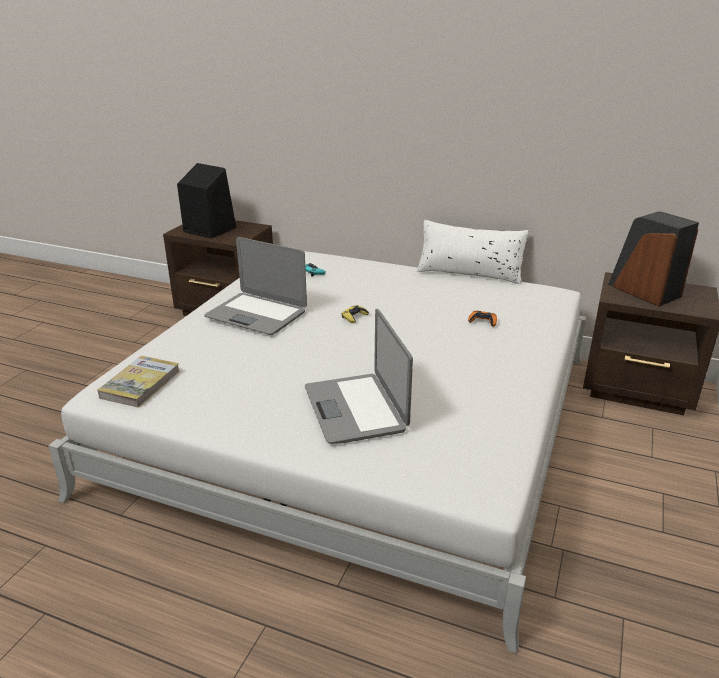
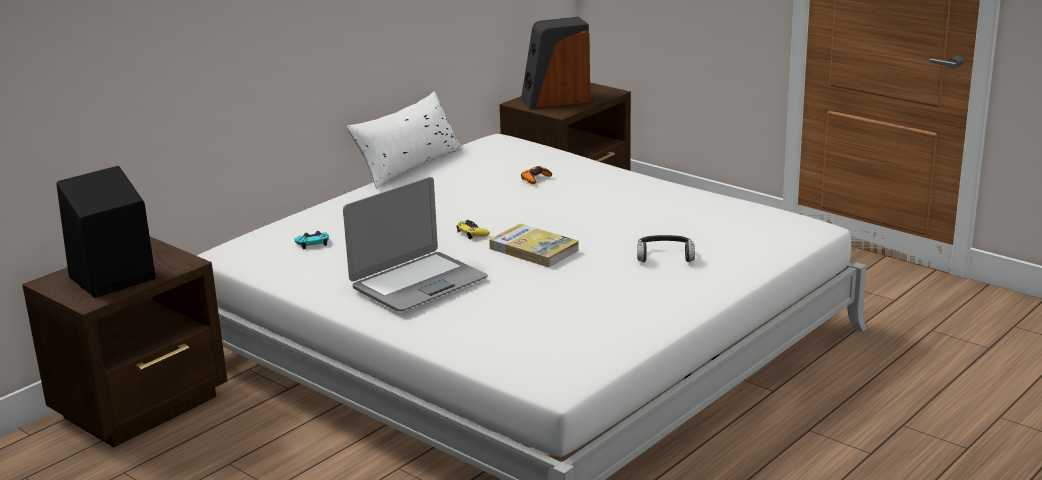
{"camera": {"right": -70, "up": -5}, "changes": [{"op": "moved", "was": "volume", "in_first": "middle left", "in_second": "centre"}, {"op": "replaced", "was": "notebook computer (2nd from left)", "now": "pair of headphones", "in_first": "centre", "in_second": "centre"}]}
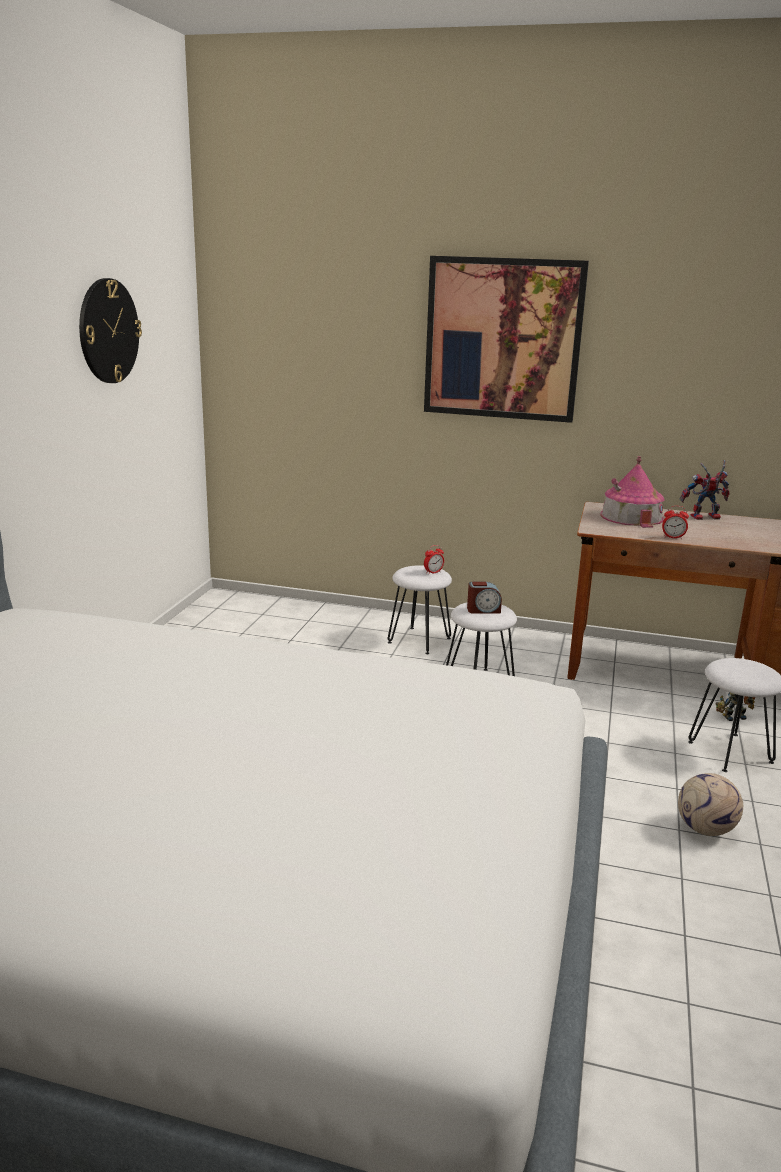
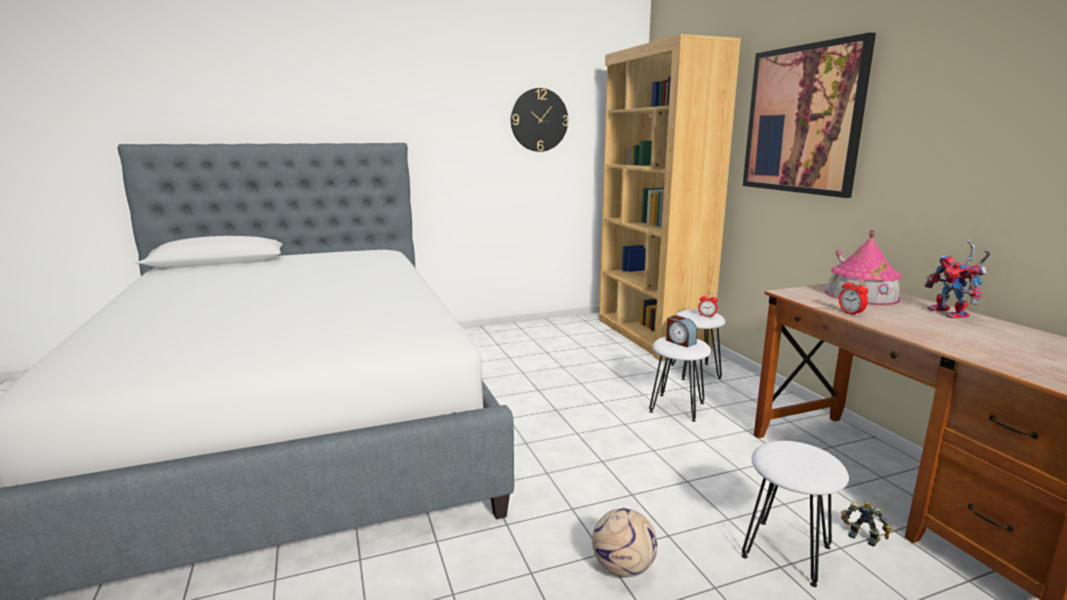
{"camera": {"right": 55, "up": -5}, "changes": [{"op": "added", "now": "brown bookcase", "in_second": "top centre"}, {"op": "turned", "was": "robot figure (1st from left in the first image)", "in_first": "middle right", "in_second": "middle right", "clockwise": -150}]}
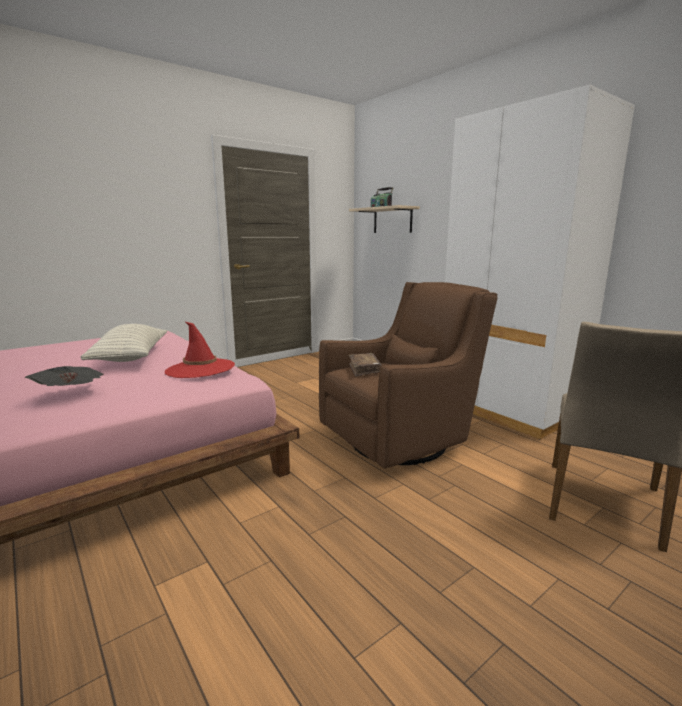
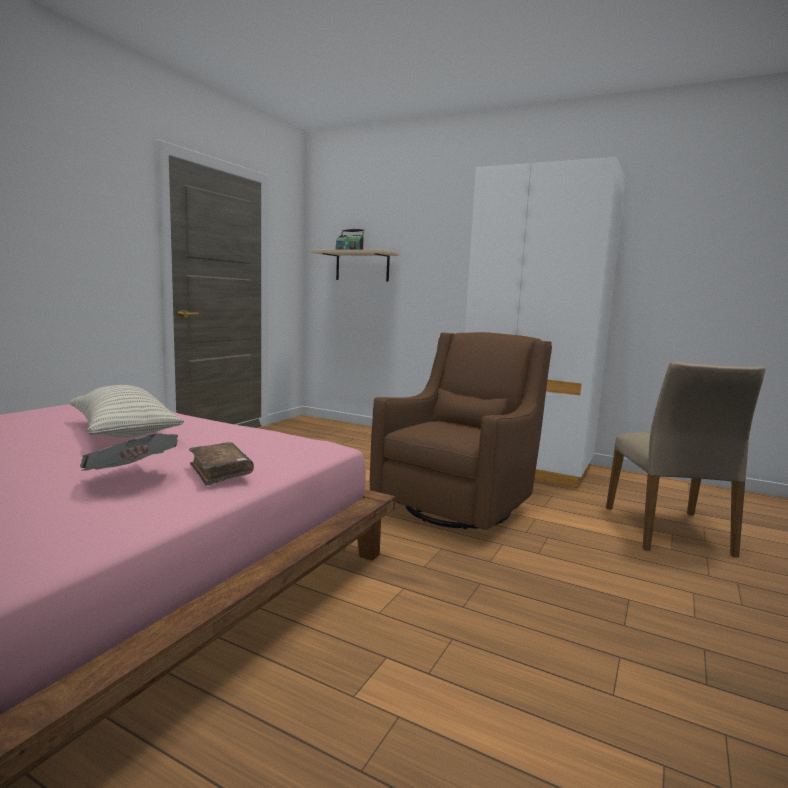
{"camera": {"right": -25, "up": -5}, "changes": [{"op": "removed", "was": "reddish wearable hat", "in_first": "middle left"}, {"op": "moved", "was": "brown volume", "in_first": "centre", "in_second": "middle left"}]}
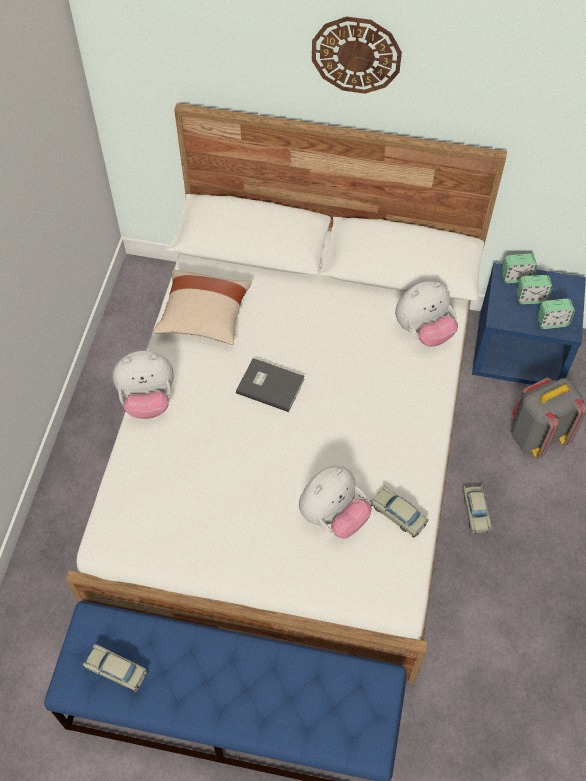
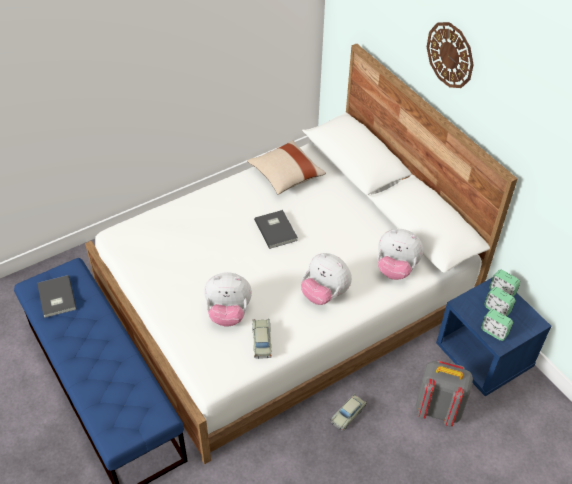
{"camera": {"right": 45, "up": -10}, "changes": [{"op": "moved", "was": "soft toy (1st from left in the first image)", "now": "soft toy (2nd from left)", "in_first": "middle left", "in_second": "centre"}, {"op": "replaced", "was": "sand-coloured model car (1st from left)", "now": "greyish volume (1st from left)", "in_first": "bottom left", "in_second": "middle left"}]}
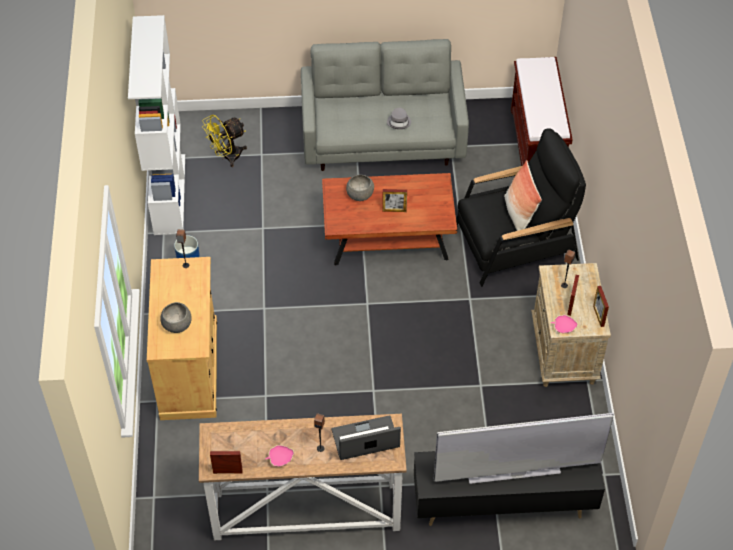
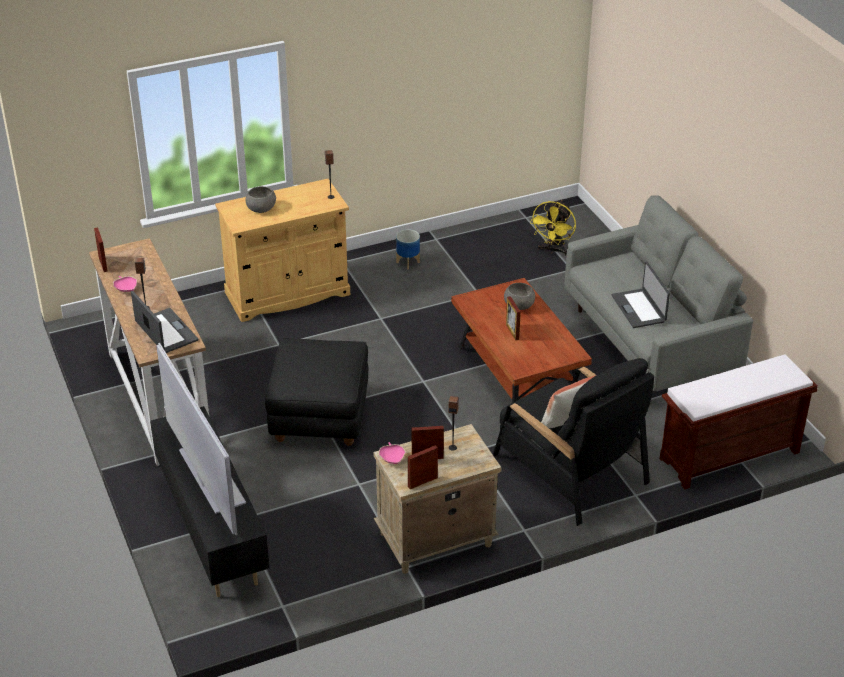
{"camera": {"right": 70, "up": -15}, "changes": [{"op": "removed", "was": "white bookcase", "in_first": "top left"}, {"op": "added", "now": "blackish ottoman", "in_second": "centre"}, {"op": "replaced", "was": "greyish wearable hat", "now": "notebook computer (2nd from left)", "in_first": "top centre", "in_second": "middle right"}, {"op": "turned", "was": "yellow cooling fan", "in_first": "top left", "in_second": "centre", "clockwise": -105}]}
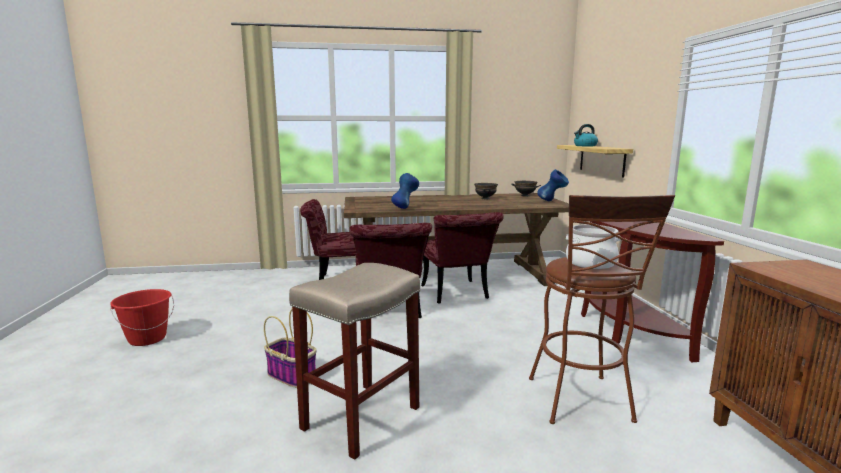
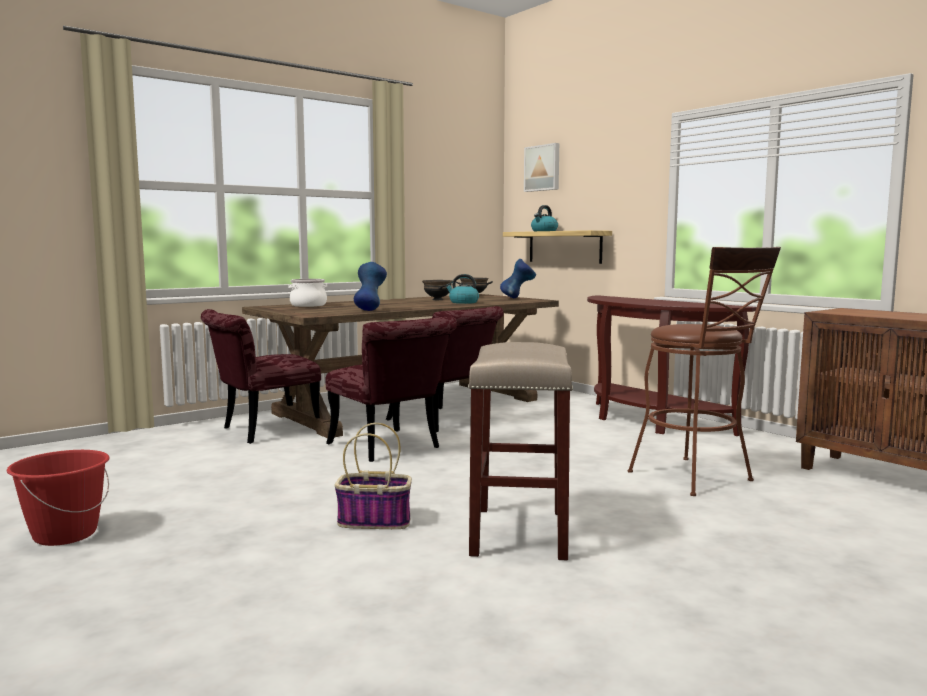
{"camera": {"right": -30, "up": -5}, "changes": [{"op": "added", "now": "tea kettle (1st from left)", "in_second": "centre"}, {"op": "added", "now": "picture", "in_second": "top centre"}, {"op": "moved", "was": "stockpot", "in_first": "middle right", "in_second": "middle left"}]}
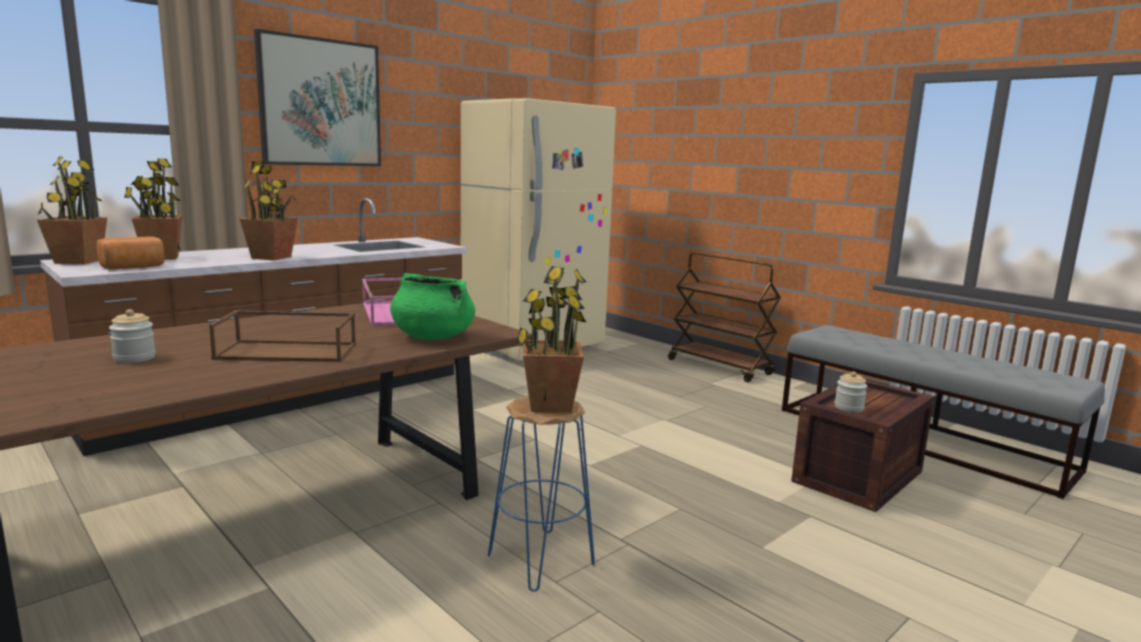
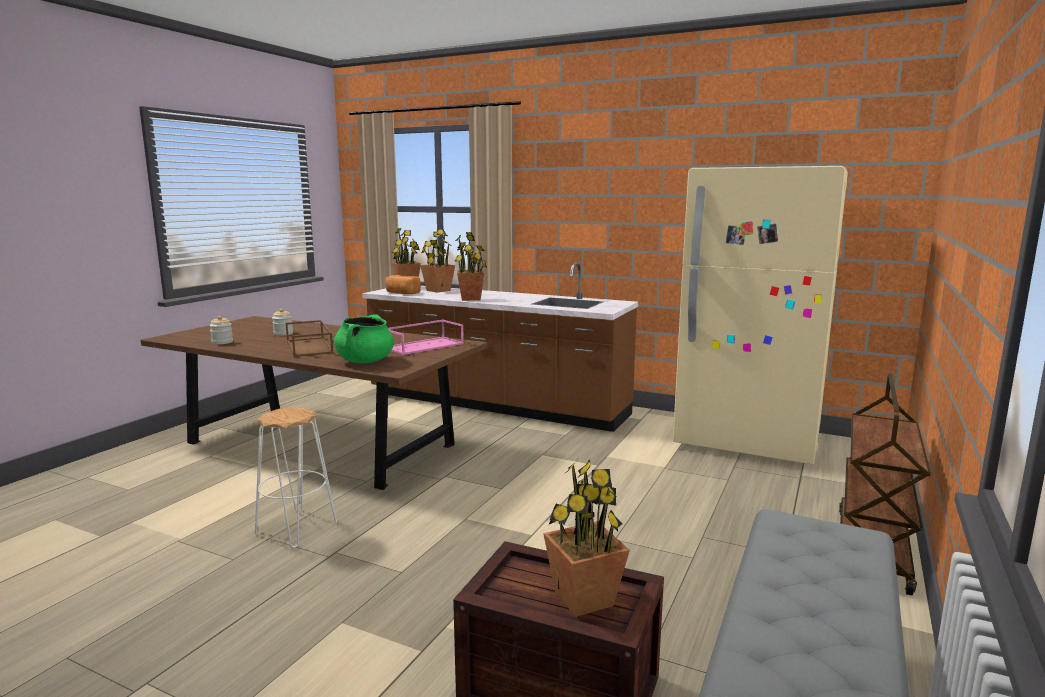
{"camera": {"right": 70, "up": 0}, "changes": [{"op": "removed", "was": "picture", "in_first": "top left"}, {"op": "moved", "was": "potted plant (4th from left)", "in_first": "centre", "in_second": "bottom centre"}, {"op": "moved", "was": "jar (2nd from left in the first image)", "now": "jar (1st from left)", "in_first": "middle right", "in_second": "middle left"}, {"op": "recoloured", "was": "blue stool seat", "now": "white stool seat", "in_first": "bottom centre", "in_second": "bottom left"}]}
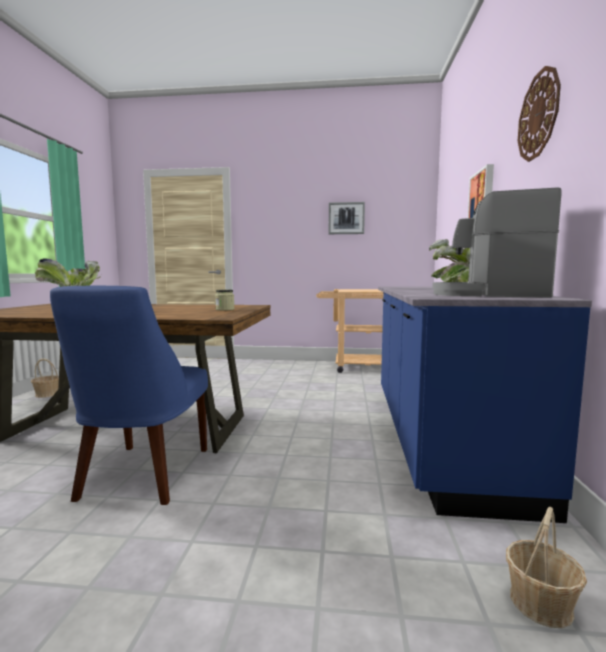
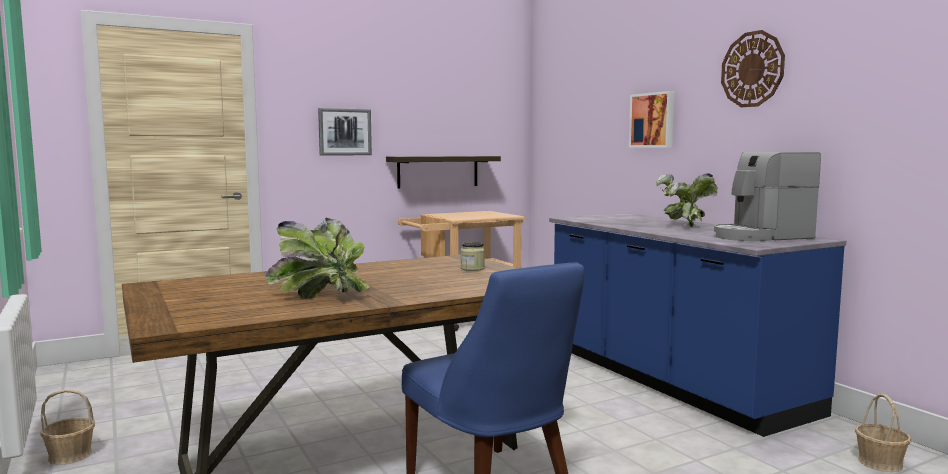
{"camera": {"right": -35, "up": 0}, "changes": [{"op": "added", "now": "wall shelf", "in_second": "centre"}, {"op": "moved", "was": "picture (1st from left)", "in_first": "centre", "in_second": "top centre"}]}
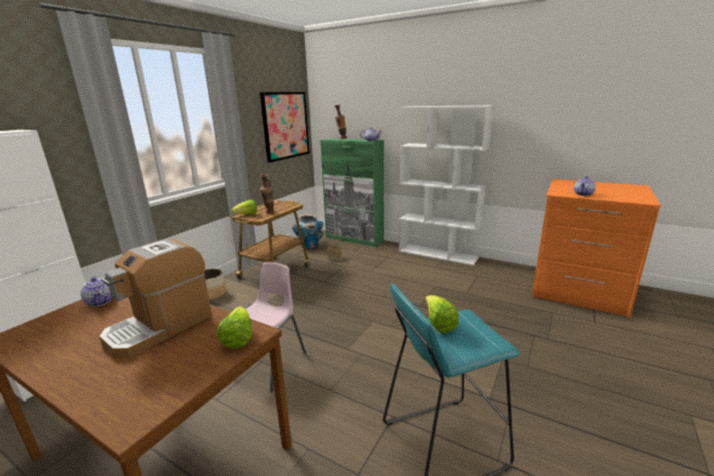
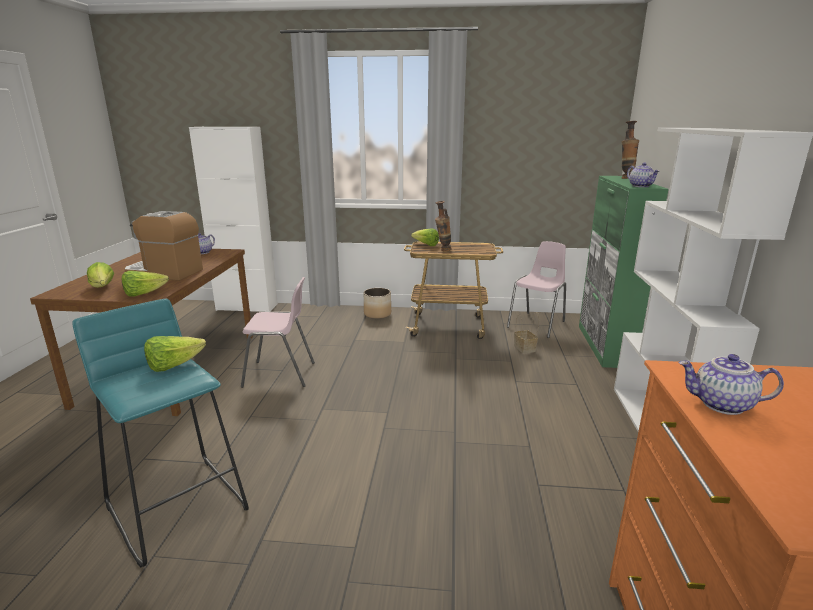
{"camera": {"right": 65, "up": 0}, "changes": [{"op": "removed", "was": "picture", "in_first": "top centre"}, {"op": "added", "now": "lettuce head (1st from left)", "in_second": "middle left"}, {"op": "replaced", "was": "flower pot (2nd from left)", "now": "pink-coloured plain chair (2nd from left)", "in_first": "centre", "in_second": "centre"}]}
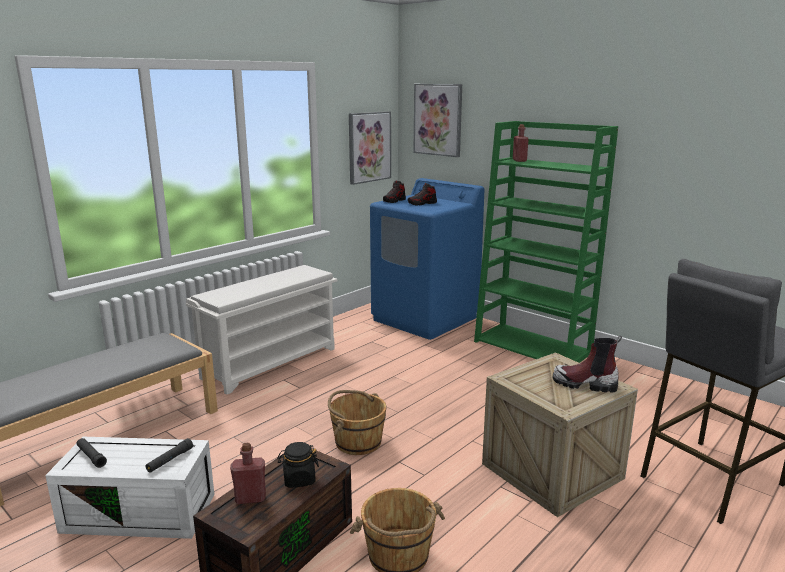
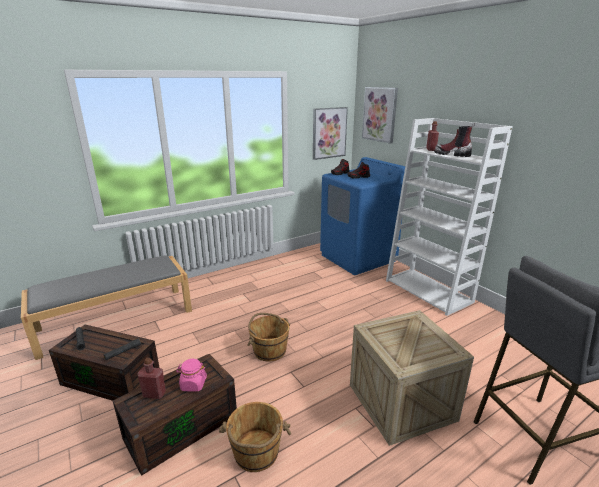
{"camera": {"right": 15, "up": 5}, "changes": [{"op": "removed", "was": "white shoe rack", "in_first": "centre"}, {"op": "moved", "was": "boot", "in_first": "middle right", "in_second": "top right"}, {"op": "recoloured", "was": "white storage container", "now": "brown storage container (1st from left)", "in_first": "bottom left", "in_second": "bottom left"}, {"op": "recoloured", "was": "blackish jar", "now": "pink-coloured jar", "in_first": "bottom centre", "in_second": "bottom left"}, {"op": "recoloured", "was": "greenish bookcase", "now": "white bookcase", "in_first": "middle right", "in_second": "middle right"}]}
